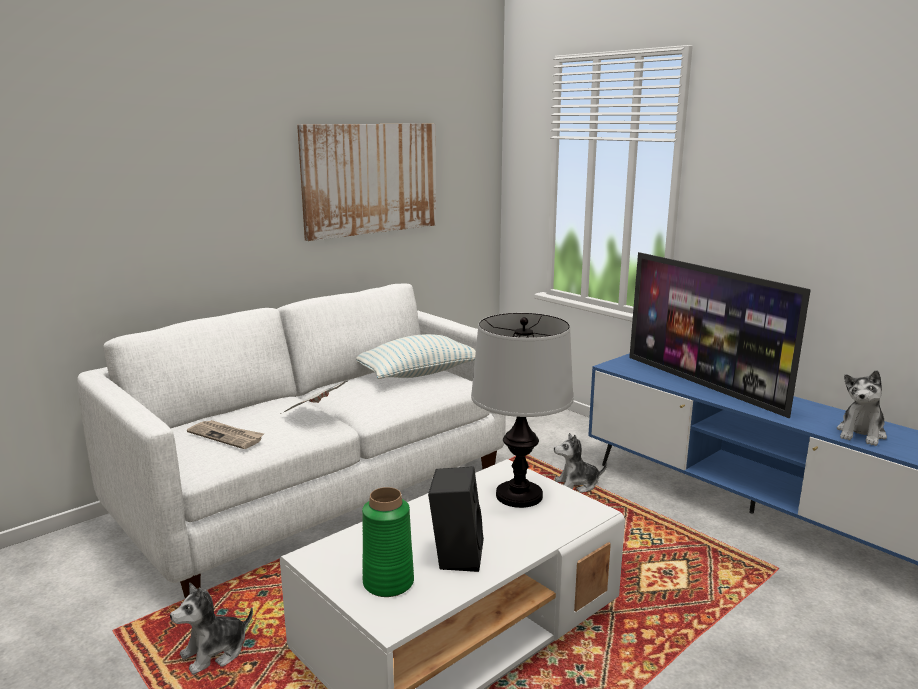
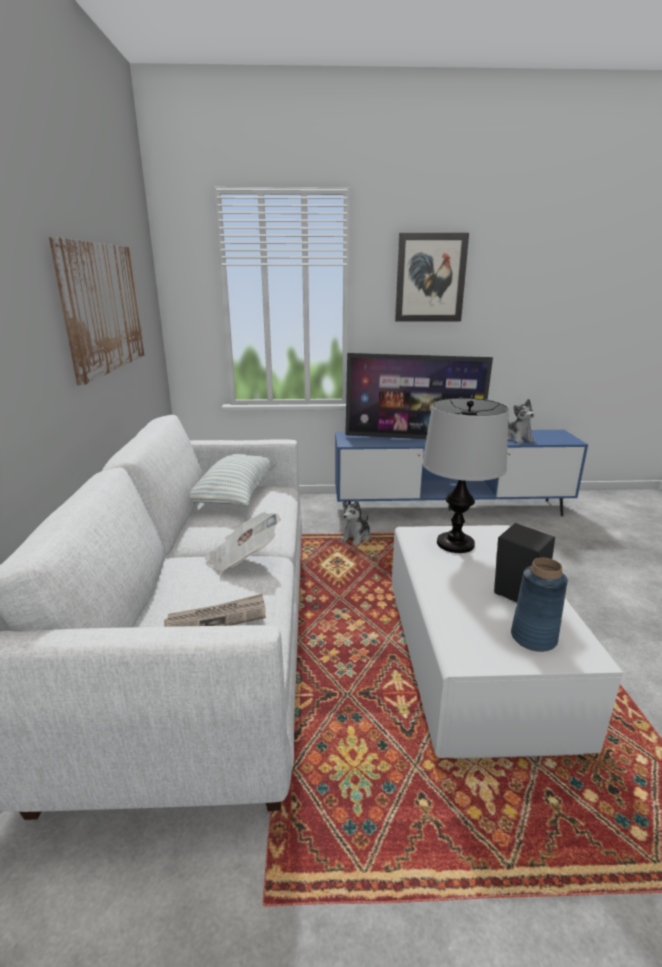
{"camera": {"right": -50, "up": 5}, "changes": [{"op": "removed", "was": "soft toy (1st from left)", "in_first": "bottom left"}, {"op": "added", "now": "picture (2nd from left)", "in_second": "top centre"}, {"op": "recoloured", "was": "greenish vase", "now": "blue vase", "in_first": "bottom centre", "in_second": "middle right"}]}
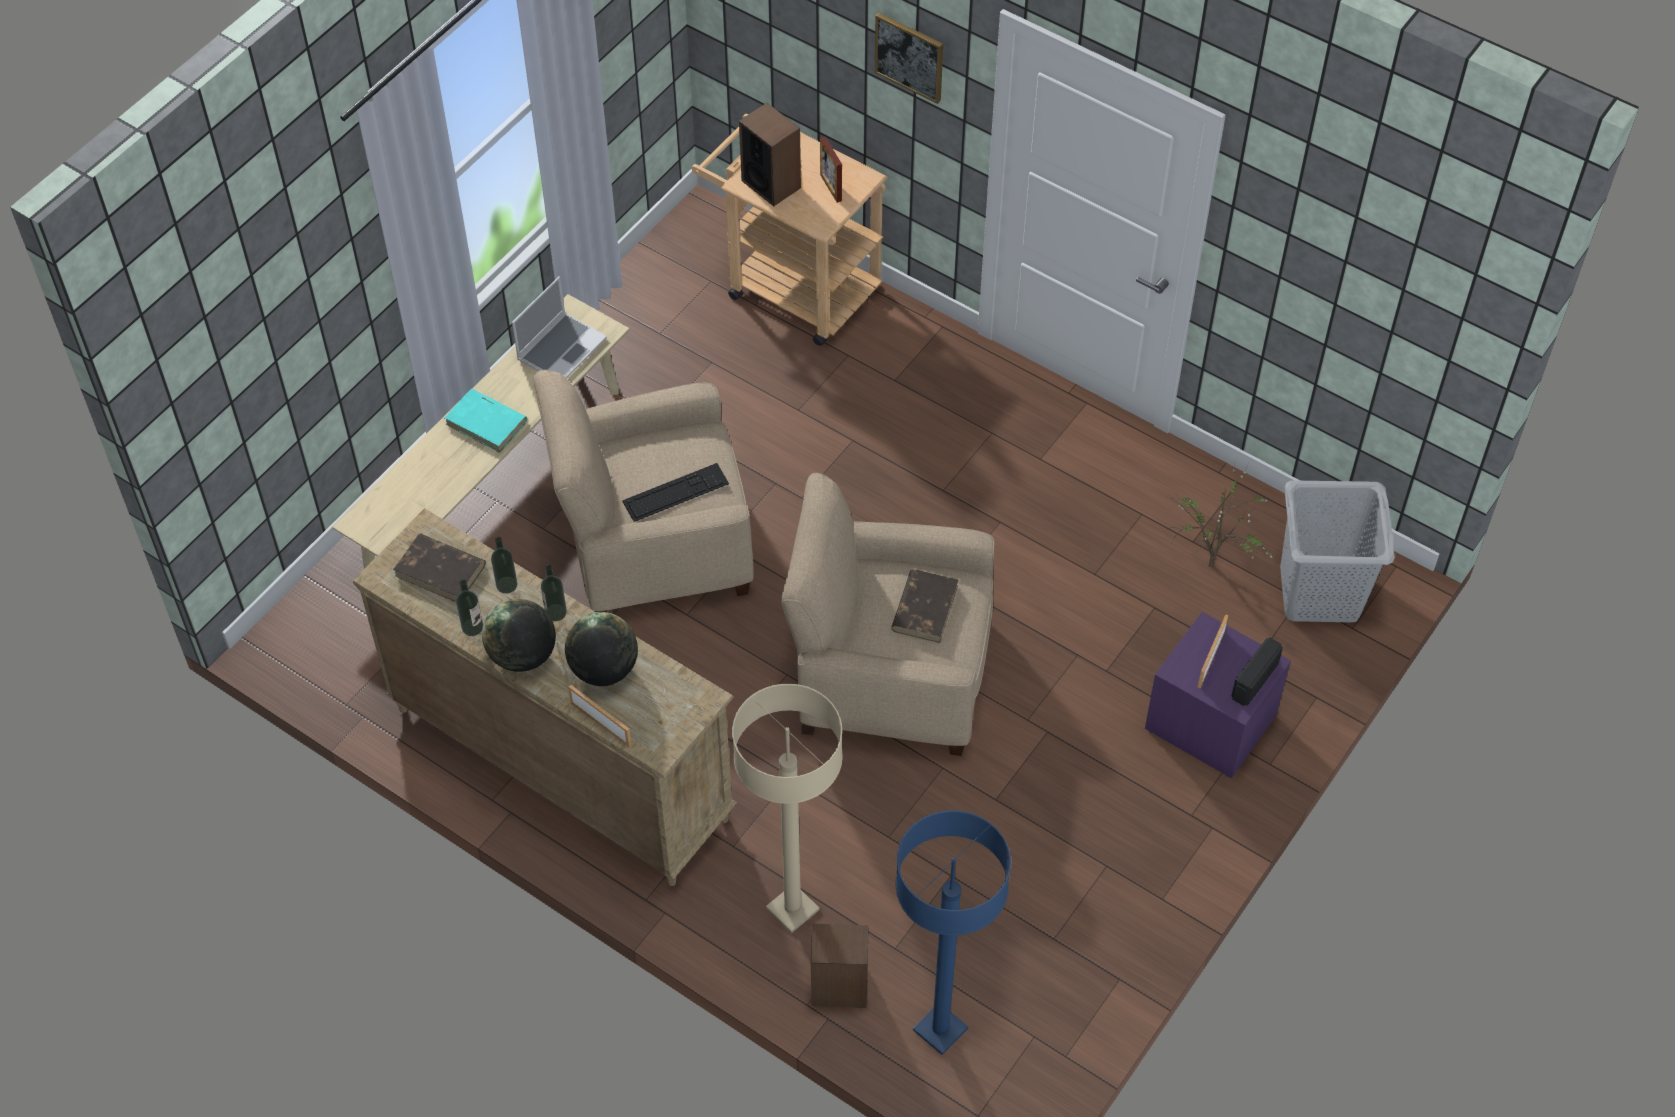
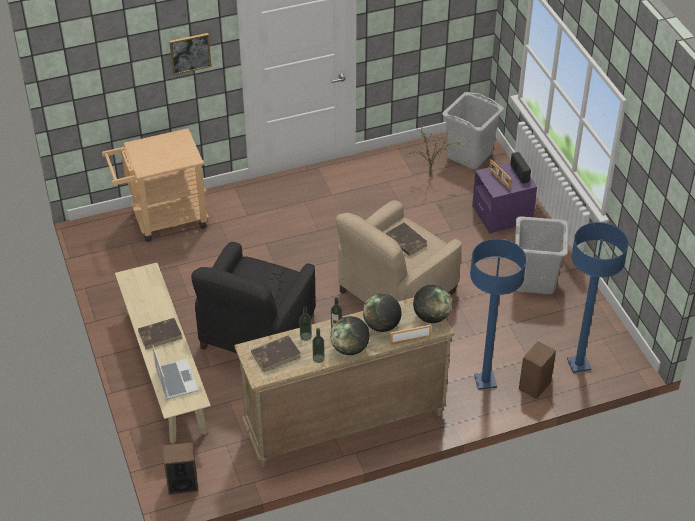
{"camera": {"right": -55, "up": -10}, "changes": [{"op": "removed", "was": "photo frame (2nd from left)", "in_first": "top centre"}, {"op": "added", "now": "world globe (3rd from left)", "in_second": "centre"}, {"op": "added", "now": "greyish hamper (2nd from left)", "in_second": "middle right"}, {"op": "moved", "was": "notebook computer", "in_first": "top centre", "in_second": "bottom left"}, {"op": "moved", "was": "speaker (1st from left)", "in_first": "top centre", "in_second": "bottom left"}, {"op": "recoloured", "was": "blue-green volume", "now": "brown volume (1st from left)", "in_first": "middle left", "in_second": "middle left"}, {"op": "recoloured", "was": "sand-coloured lounge chair (1st from left)", "now": "blackish lounge chair", "in_first": "centre", "in_second": "centre"}, {"op": "recoloured", "was": "sand-coloured floor lamp", "now": "blue floor lamp (1st from left)", "in_first": "bottom centre", "in_second": "middle right"}]}
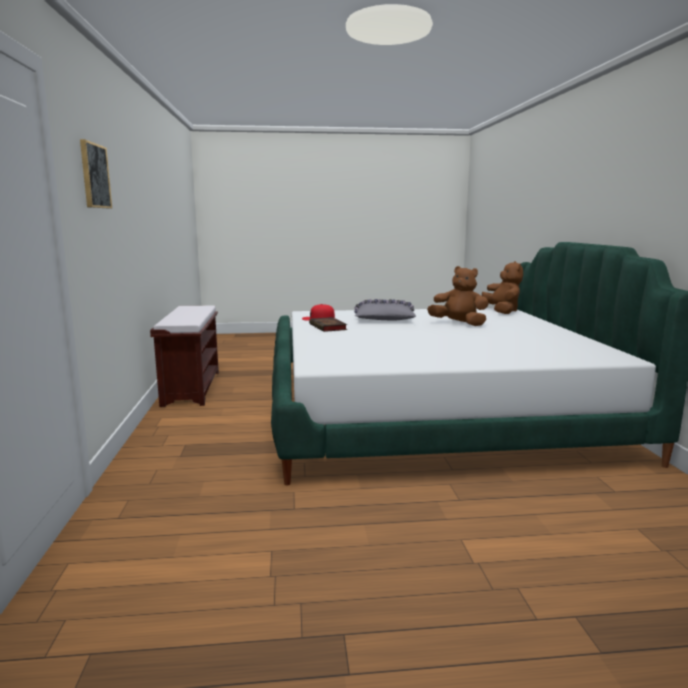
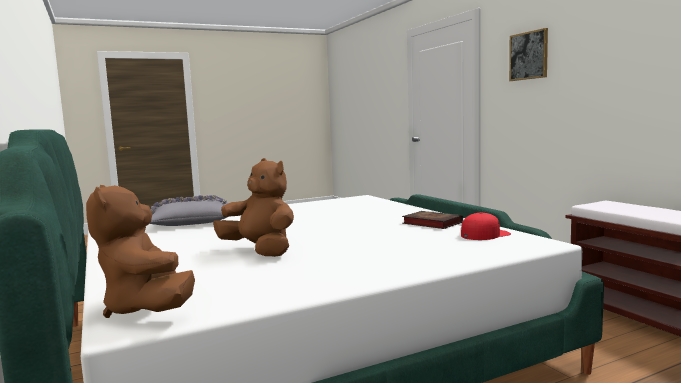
{"camera": {"right": 160, "up": -5}, "changes": [{"op": "moved", "was": "greyish pillow", "in_first": "centre", "in_second": "middle left"}, {"op": "turned", "was": "brown soft toy (1st from left in the first image)", "in_first": "centre", "in_second": "centre", "clockwise": -150}]}
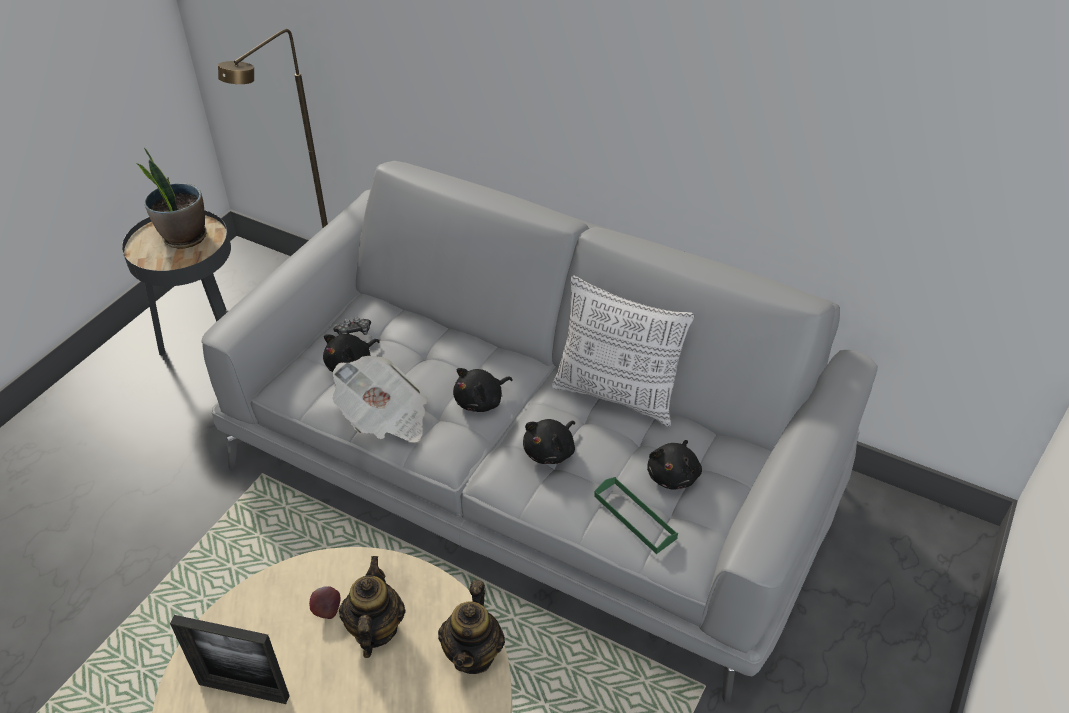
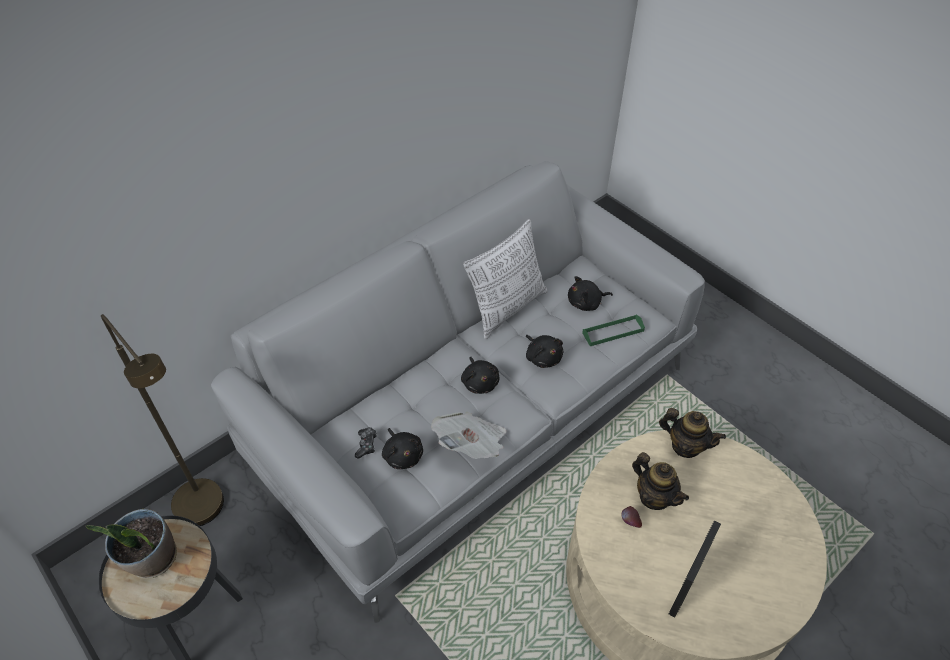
{"camera": {"right": -70, "up": 5}, "changes": [{"op": "turned", "was": "teapot (1st from left)", "in_first": "bottom centre", "in_second": "bottom right", "clockwise": -150}, {"op": "turned", "was": "blackish soft toy (4th from left)", "in_first": "centre", "in_second": "centre", "clockwise": 120}]}
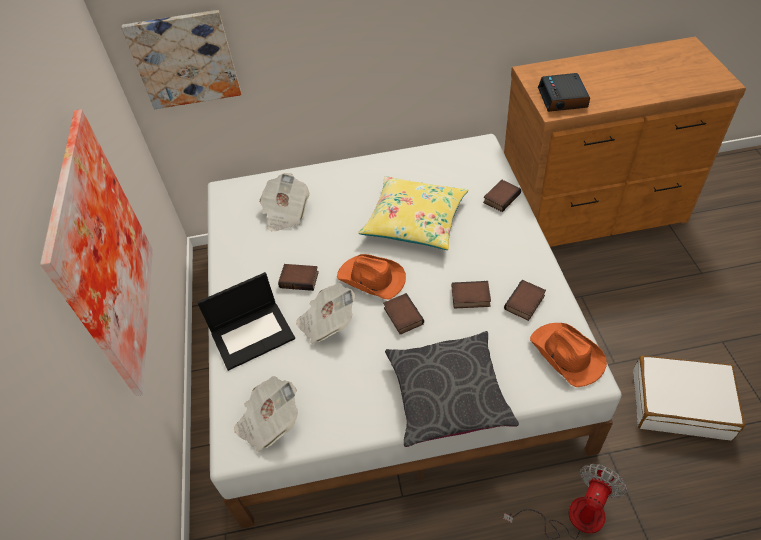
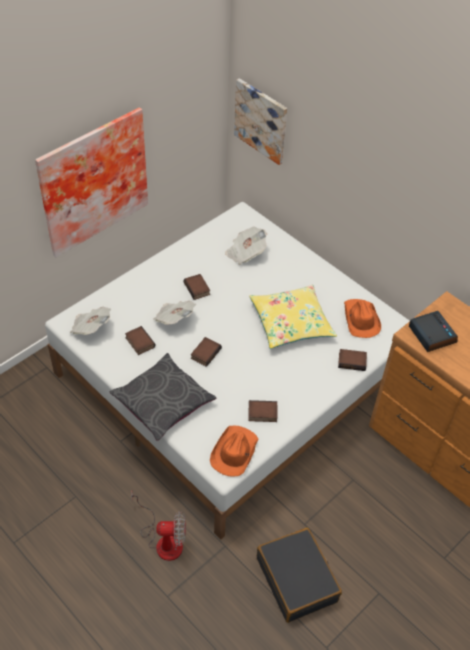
{"camera": {"right": 50, "up": 0}, "changes": [{"op": "removed", "was": "notebook computer", "in_first": "middle left"}, {"op": "moved", "was": "orangey wearable hat (1st from left in the first image)", "now": "orangey wearable hat (2nd from left)", "in_first": "centre", "in_second": "middle right"}, {"op": "moved", "was": "volume (3rd from left in the first image)", "now": "volume (1st from left)", "in_first": "centre", "in_second": "middle left"}, {"op": "recoloured", "was": "white travel case", "now": "blackish travel case", "in_first": "bottom right", "in_second": "bottom centre"}, {"op": "turned", "was": "alarm clock", "in_first": "top right", "in_second": "middle right", "clockwise": 105}]}
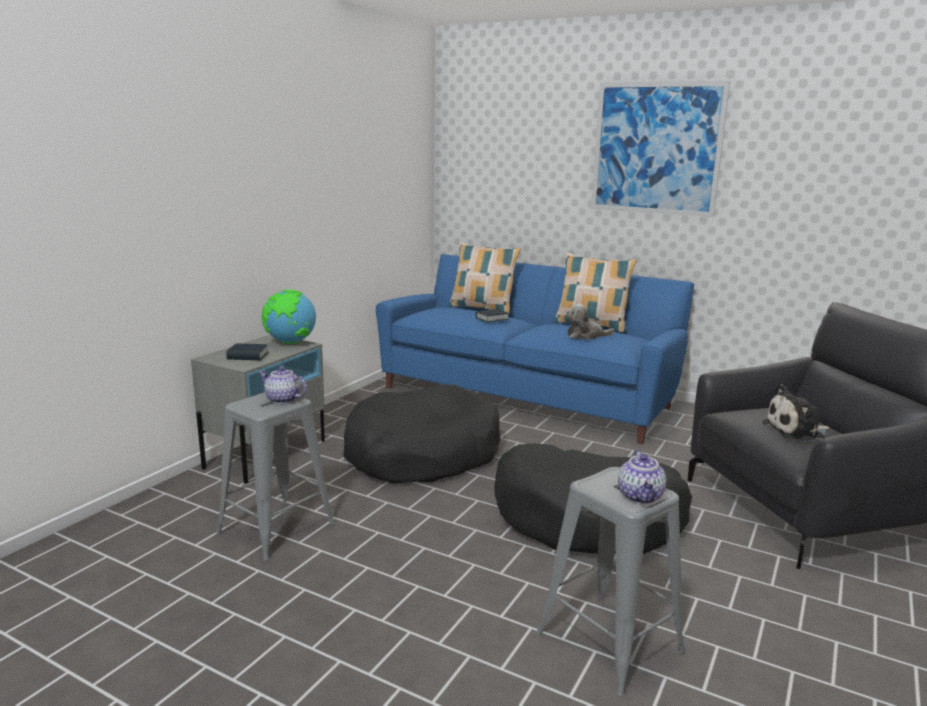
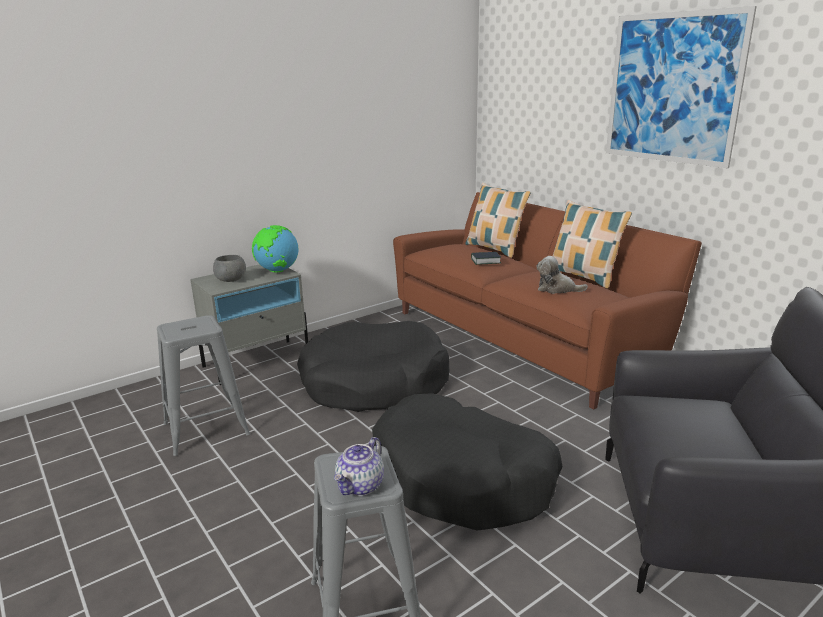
{"camera": {"right": 25, "up": 5}, "changes": [{"op": "removed", "was": "teapot (1st from left)", "in_first": "middle left"}, {"op": "removed", "was": "soft toy (2nd from left)", "in_first": "middle right"}, {"op": "replaced", "was": "volume (1st from left)", "now": "greyish serving bowl", "in_first": "middle left", "in_second": "middle left"}, {"op": "recoloured", "was": "blue couch", "now": "brown couch", "in_first": "centre", "in_second": "centre"}]}
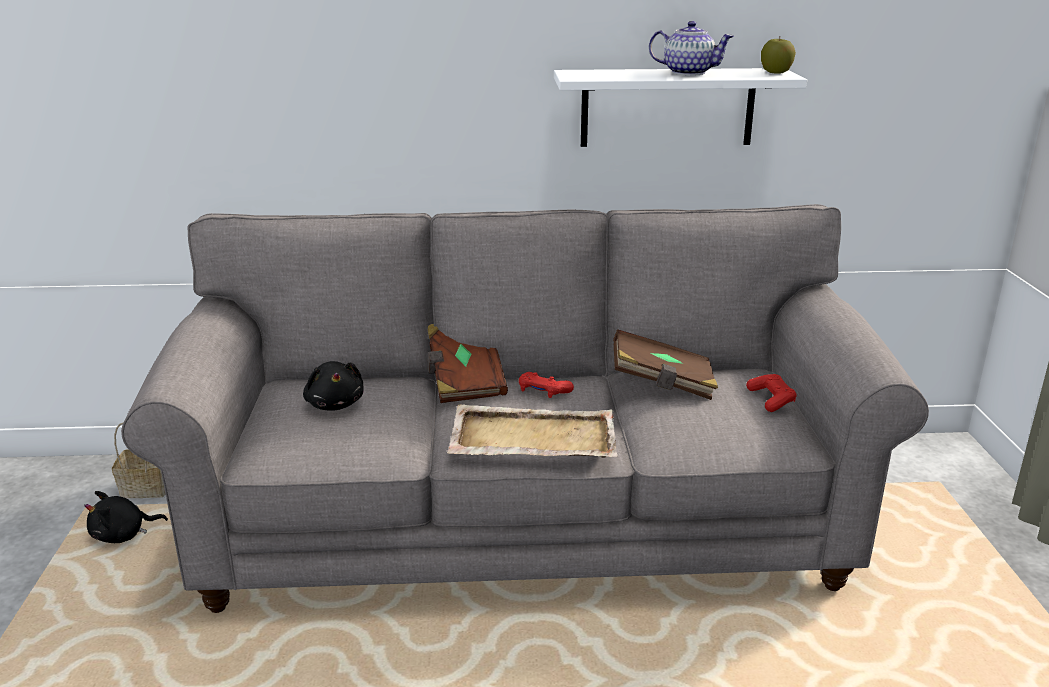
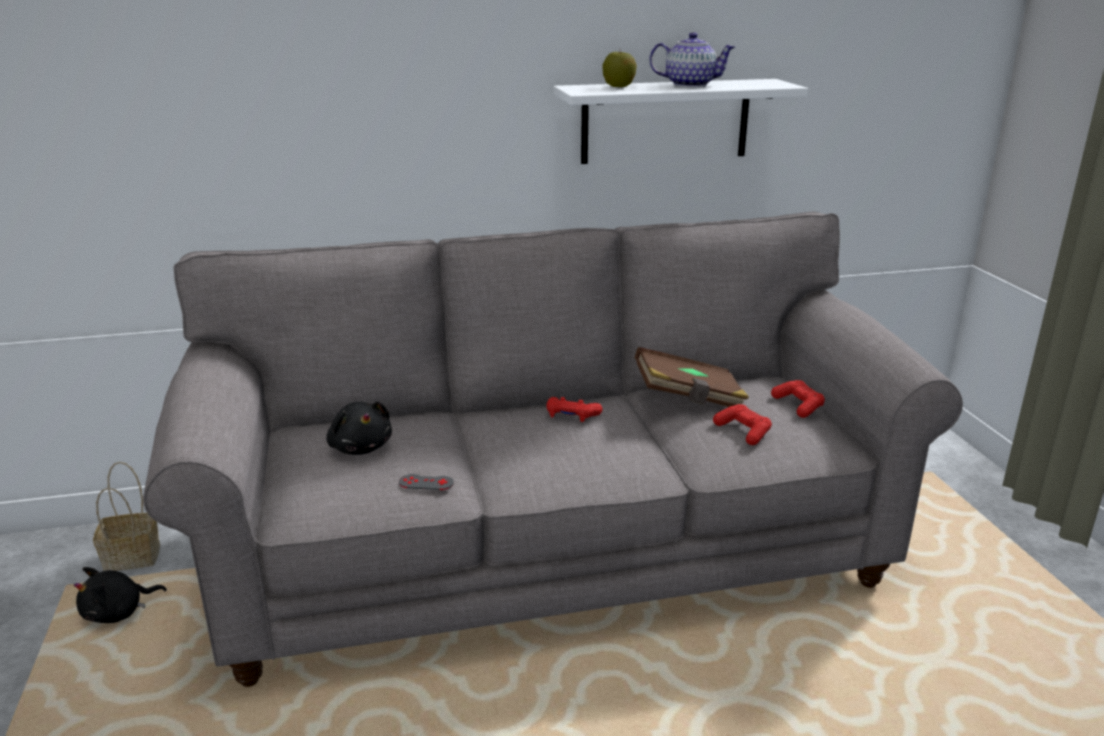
{"camera": {"right": -10, "up": 0}, "changes": [{"op": "removed", "was": "brown volume (1st from left)", "in_first": "centre"}, {"op": "removed", "was": "sand-coloured tray", "in_first": "centre"}, {"op": "added", "now": "greyish gamepad", "in_second": "centre"}, {"op": "added", "now": "reddish gamepad (2nd from left)", "in_second": "middle right"}, {"op": "moved", "was": "apple", "in_first": "top right", "in_second": "top centre"}]}
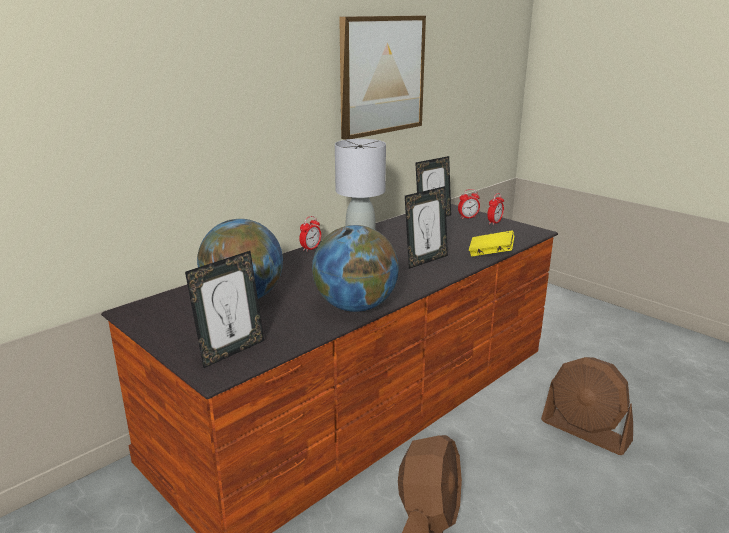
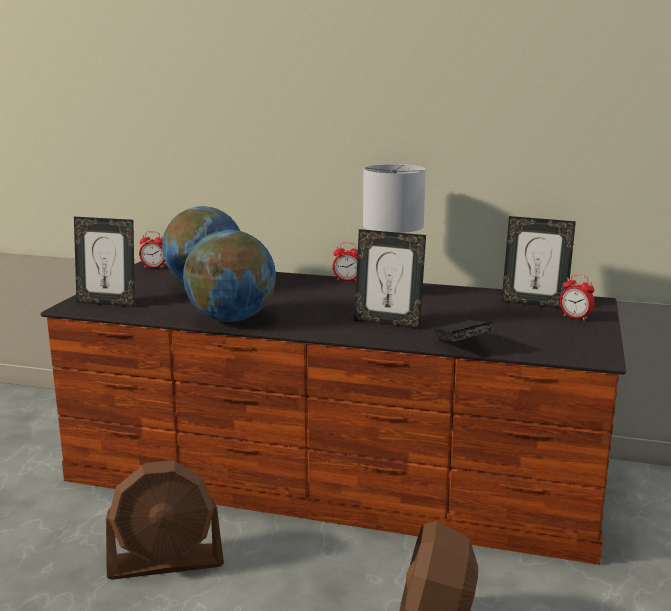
{"camera": {"right": 60, "up": -5}, "changes": [{"op": "removed", "was": "picture", "in_first": "top centre"}, {"op": "moved", "was": "alarm clock (3rd from left in the first image)", "now": "alarm clock (1st from left)", "in_first": "middle right", "in_second": "middle left"}, {"op": "recoloured", "was": "yellow volume", "now": "blackish volume", "in_first": "middle right", "in_second": "middle right"}]}
